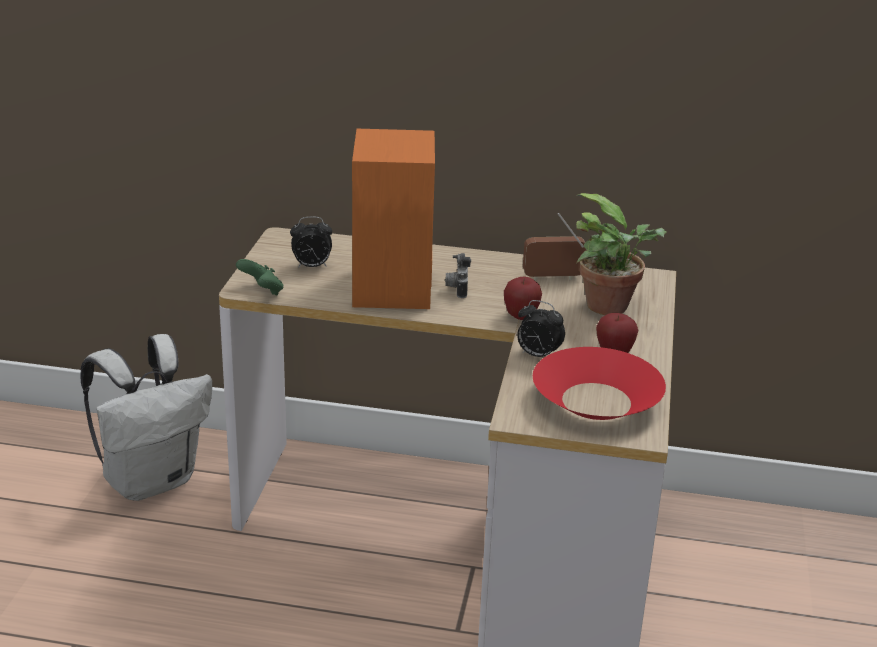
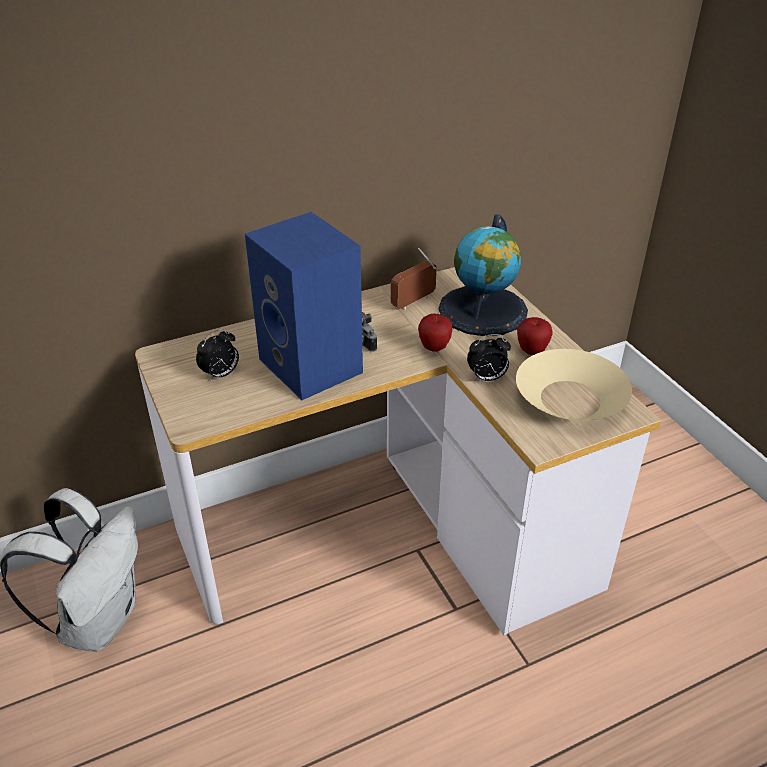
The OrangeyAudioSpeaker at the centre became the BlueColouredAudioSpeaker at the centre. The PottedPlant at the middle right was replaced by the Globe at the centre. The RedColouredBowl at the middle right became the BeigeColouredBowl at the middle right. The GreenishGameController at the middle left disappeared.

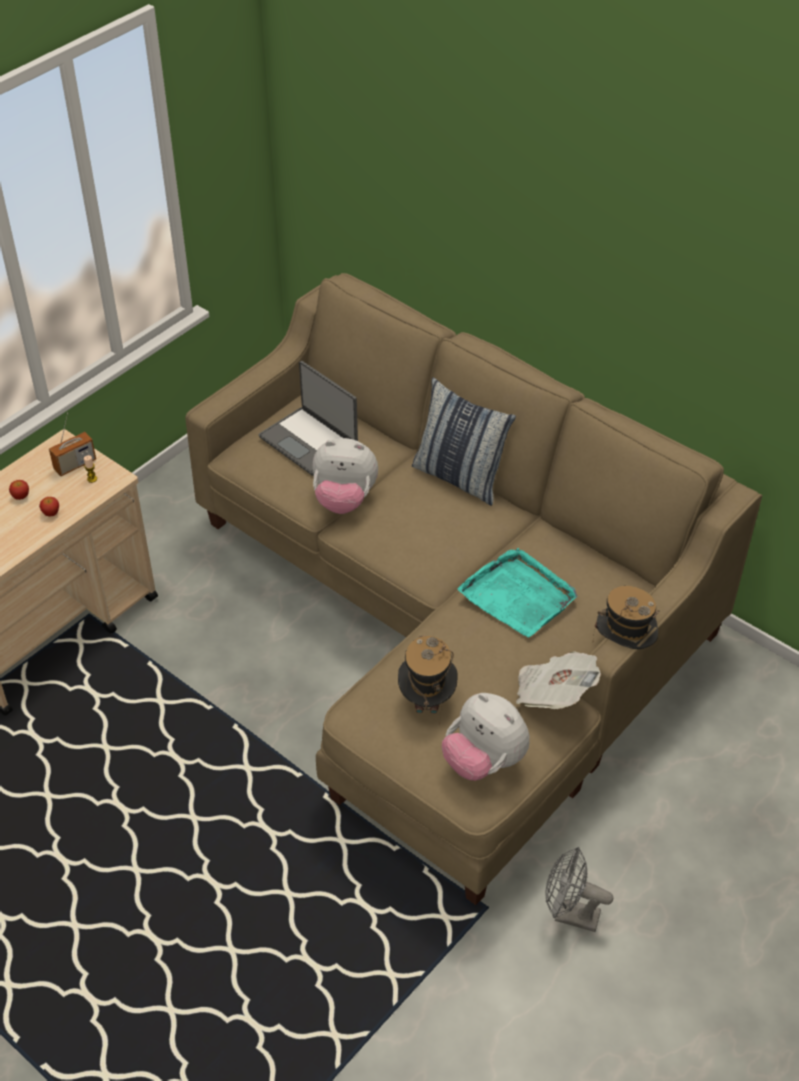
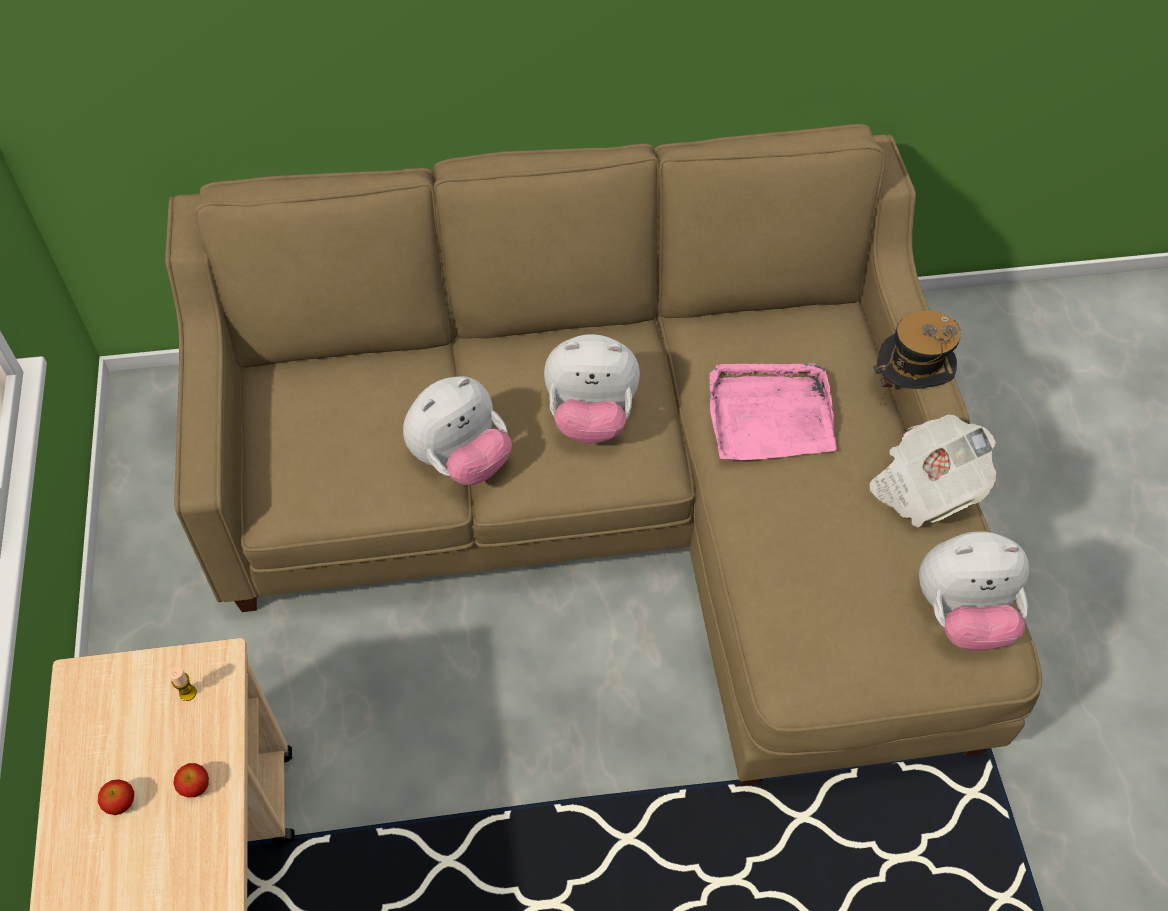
The CuddlyToy (no. 2 from left) at the centre appeared. The BlueGreenCarryingTray at the centre became the PinkCarryingTray at the centre. The RadioReceiver at the middle left disappeared. The Laptop at the centre disappeared. The ClothingHat (no. 1 from left) at the centre disappeared. The Pillow at the centre disappeared. The GreyElectricFan at the bottom right disappeared.

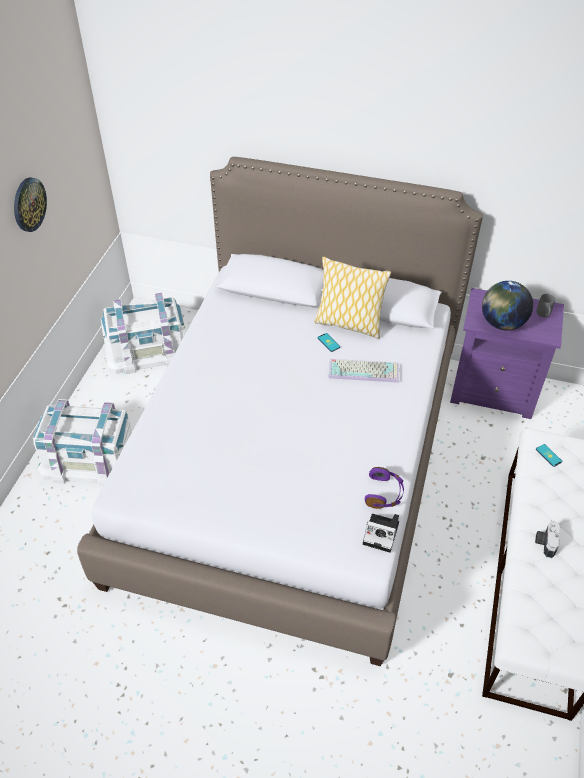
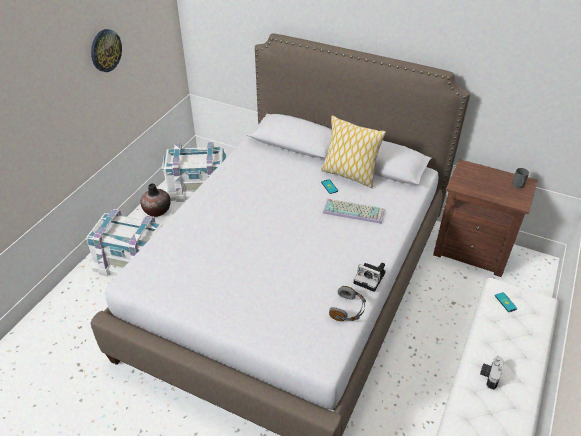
The DecorativeVase at the middle left appeared. The PurpleColouredPairOfHeadphones at the centre became the GreyPairOfHeadphones at the bottom centre. The PhotoCamera (no. 1 from left) moved from the bottom centre to the centre. The PurpleColouredNightstand at the middle right became the BrownNightstand at the middle right. The Globe at the middle right disappeared.

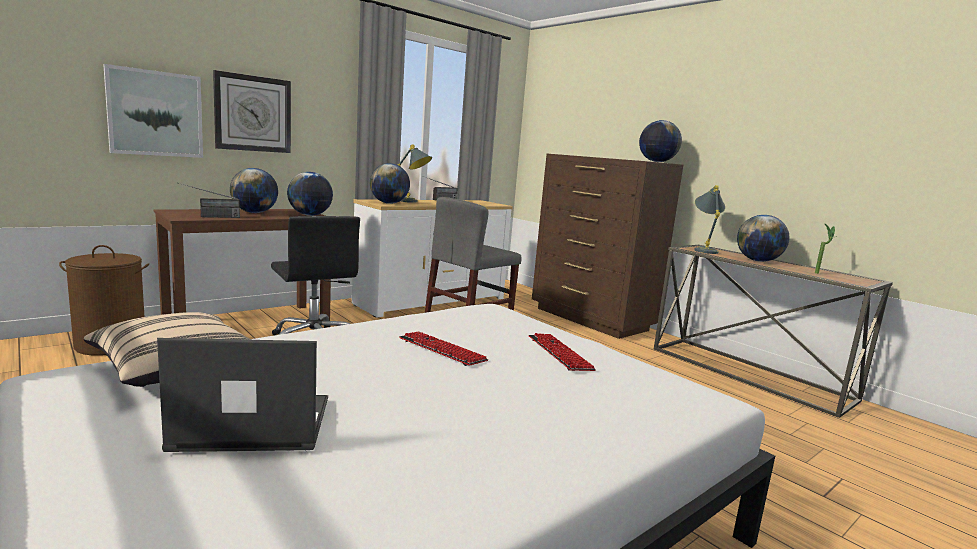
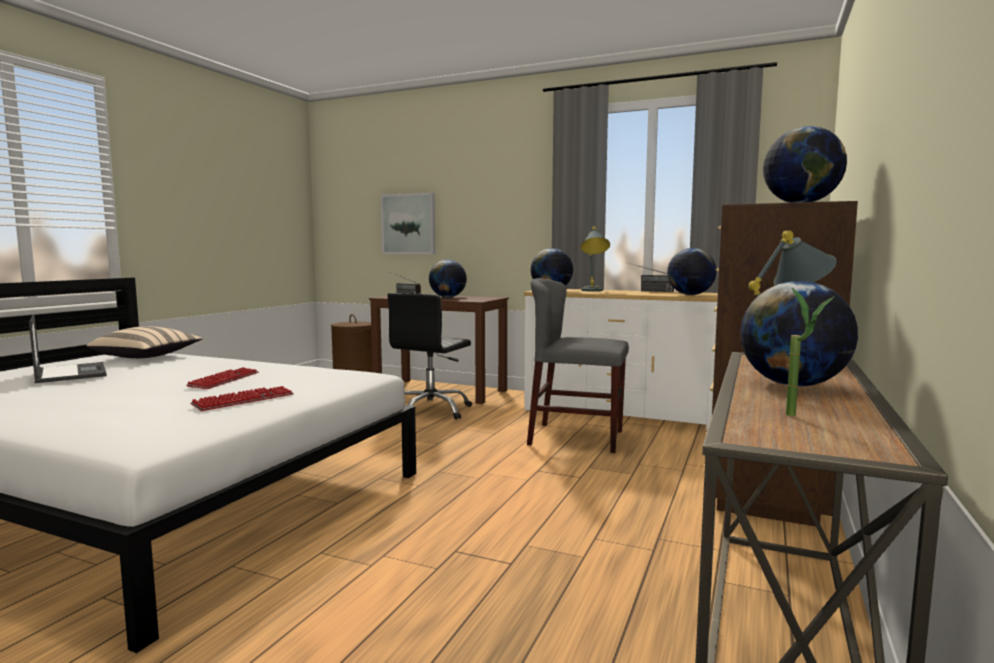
The Globe (no. 2 from left in the first image) moved from the middle left to the middle right. The ClockOnTheWall at the top left disappeared.

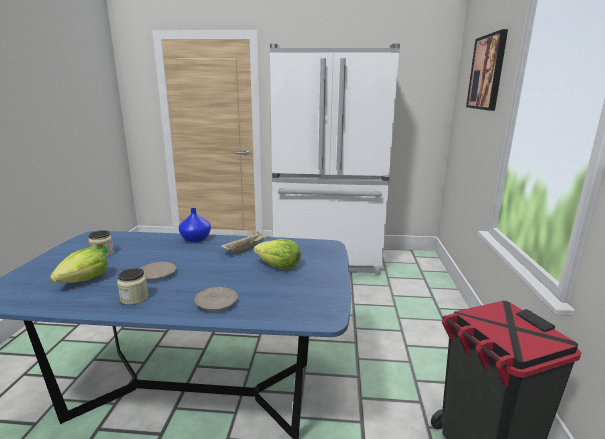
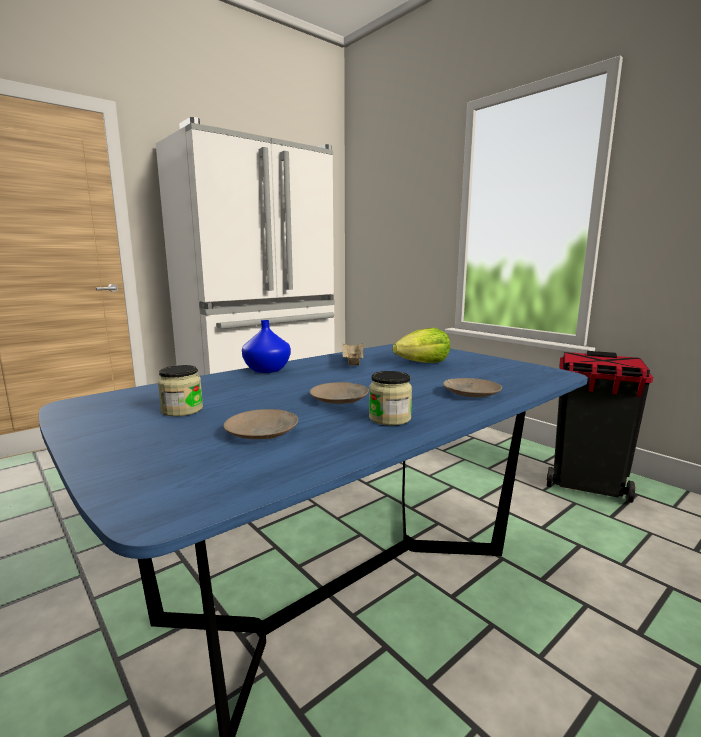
The Lettuce (no. 1 from left) at the middle left was replaced by the BeigeColouredDinnerPlate (no. 1 from left) at the centre. The WallPicture at the top right disappeared.

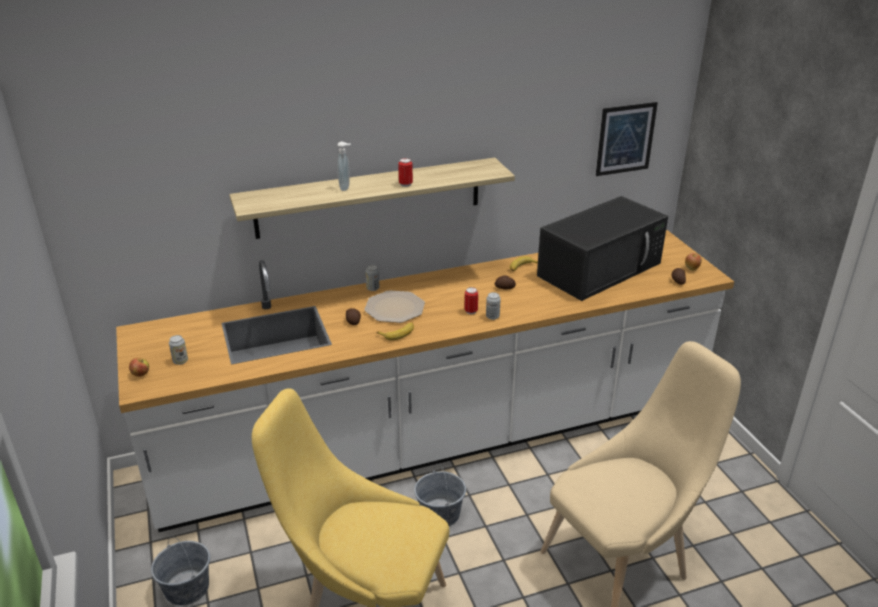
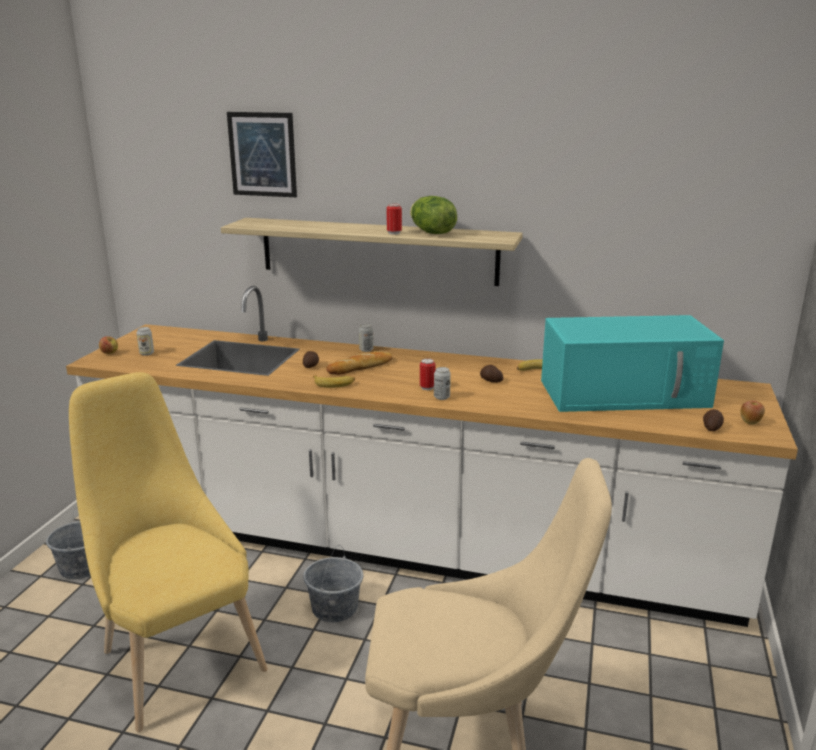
The WallPicture moved from the top right to the top left. The DinnerPlate at the centre was replaced by the BakeryBread at the centre. The Lettuce at the top centre appeared. The BlackColouredKitchenMicrowave at the middle right became the BlueGreenKitchenMicrowave at the middle right. The SoapBottle at the top centre disappeared.

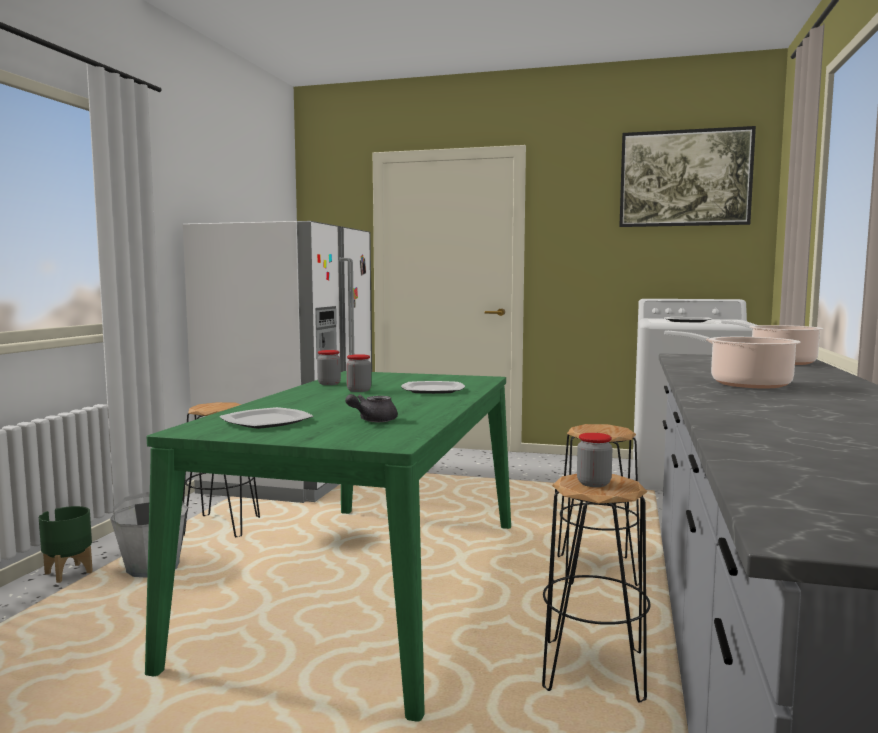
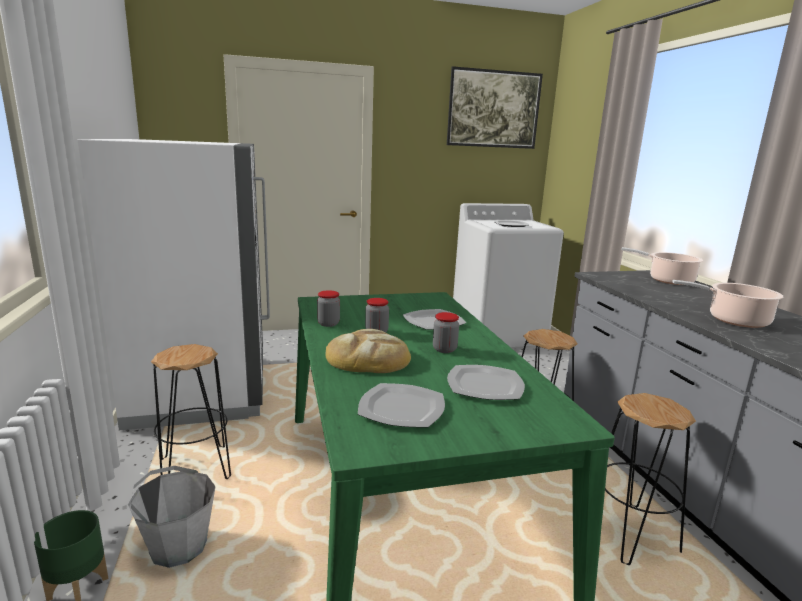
The BakeryBread at the centre appeared. The PreserveJar (no. 3 from left) moved from the middle right to the centre. The GreyTeaPot at the centre was replaced by the DinnerPlate (no. 3 from left) at the centre.

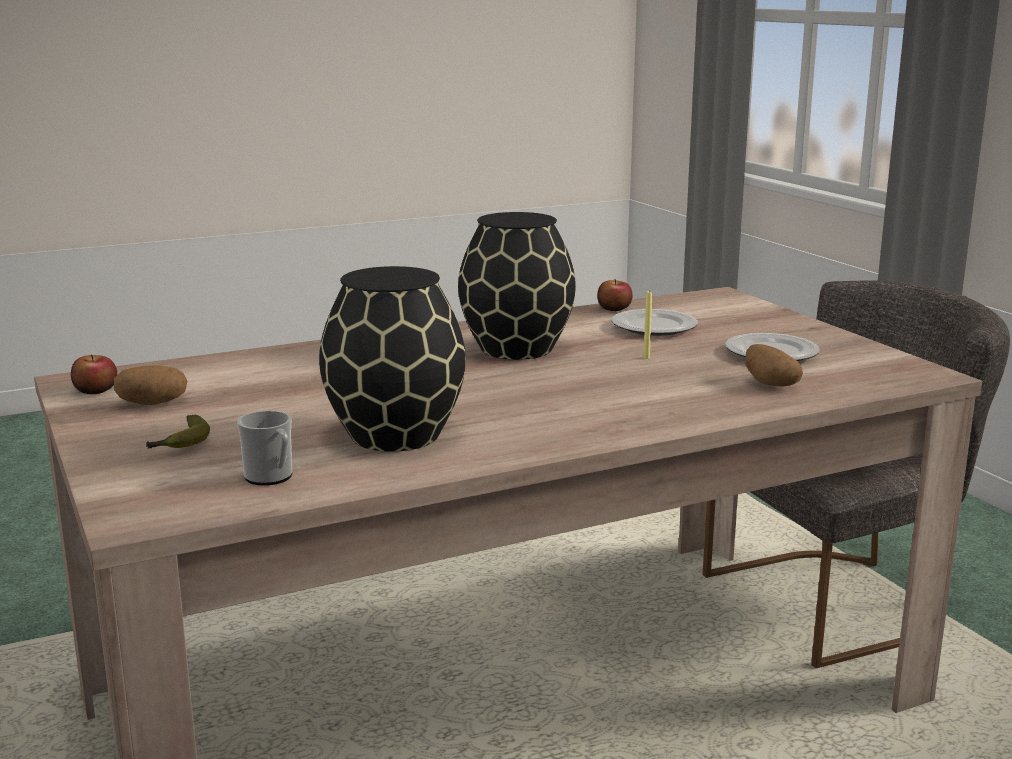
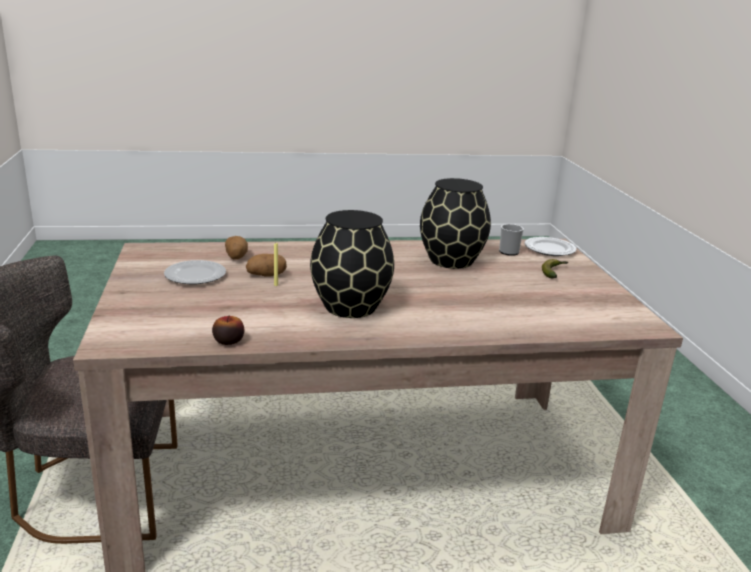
The Potato (no. 1 from left in the first image) moved from the middle left to the centre. The DinnerPlate (no. 1 from left in the first image) moved from the centre to the middle right. The Apple (no. 1 from left) at the middle left disappeared.

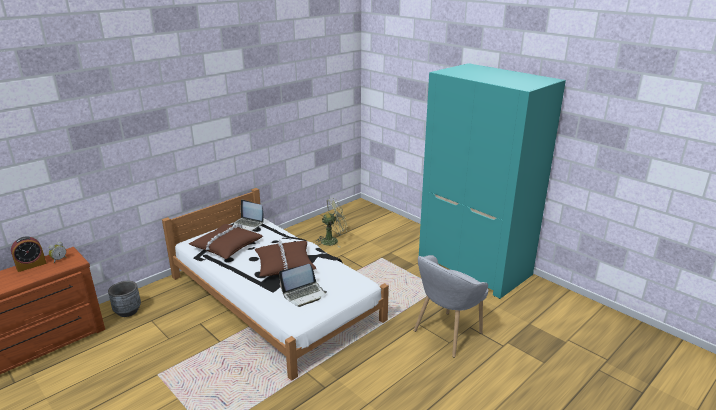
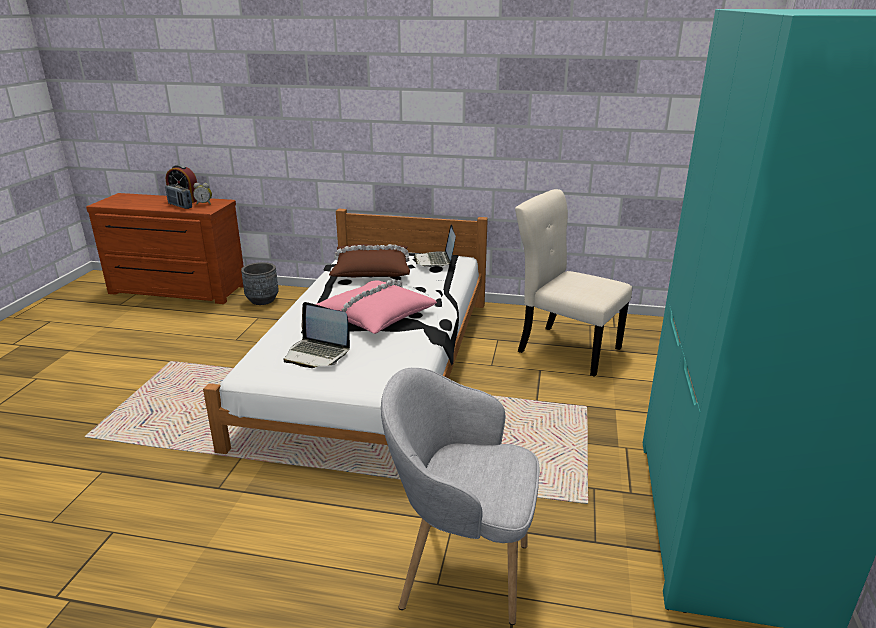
The RadioReceiver at the top left appeared. The BrownPillow (no. 2 from left) at the centre became the PinkPillow at the centre. The GreenishElectricFan at the centre was replaced by the BeigeColouredPlainChair at the centre.

